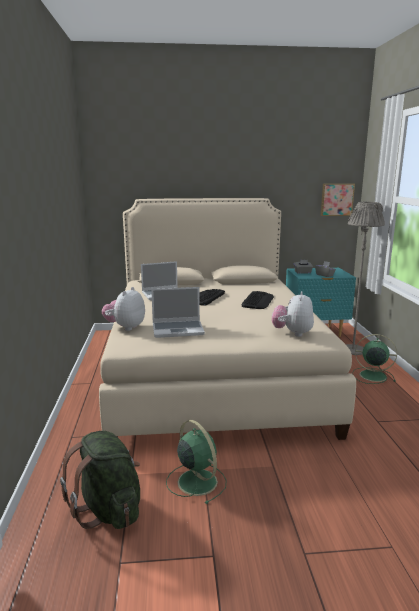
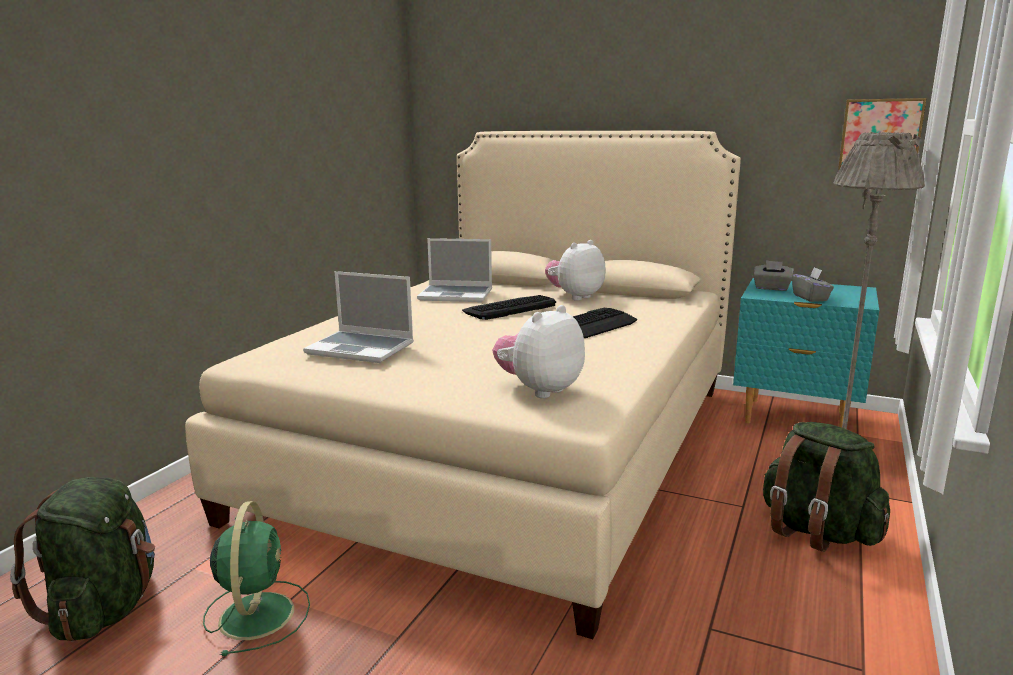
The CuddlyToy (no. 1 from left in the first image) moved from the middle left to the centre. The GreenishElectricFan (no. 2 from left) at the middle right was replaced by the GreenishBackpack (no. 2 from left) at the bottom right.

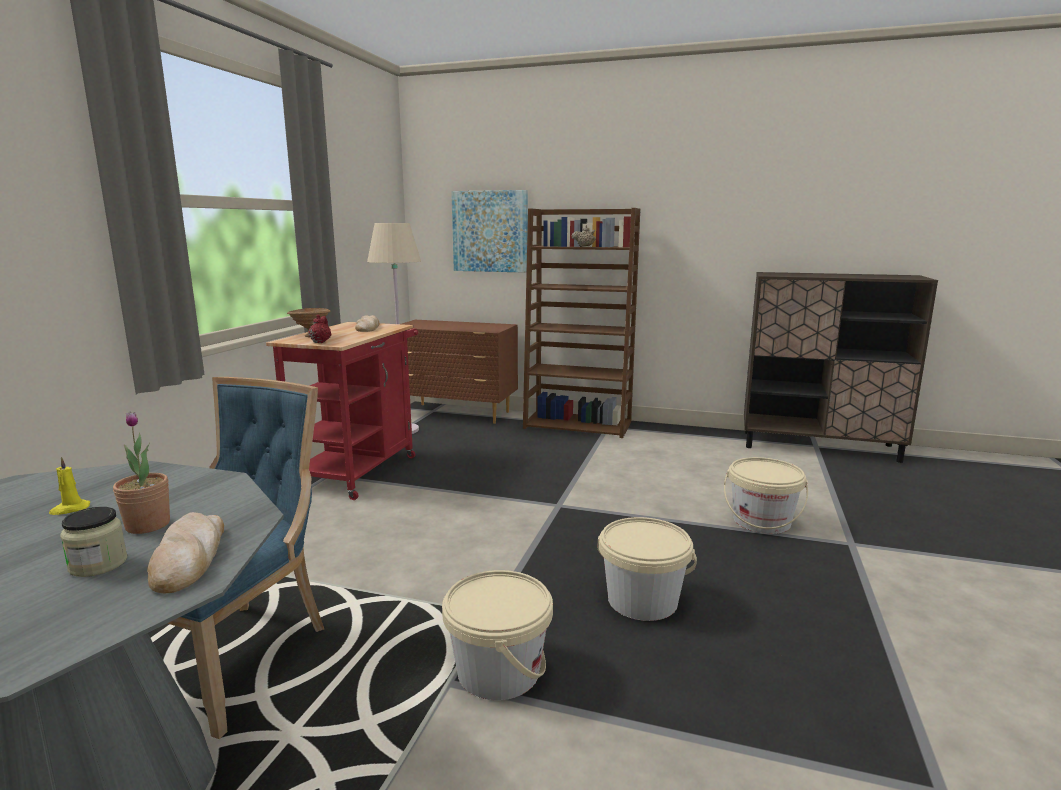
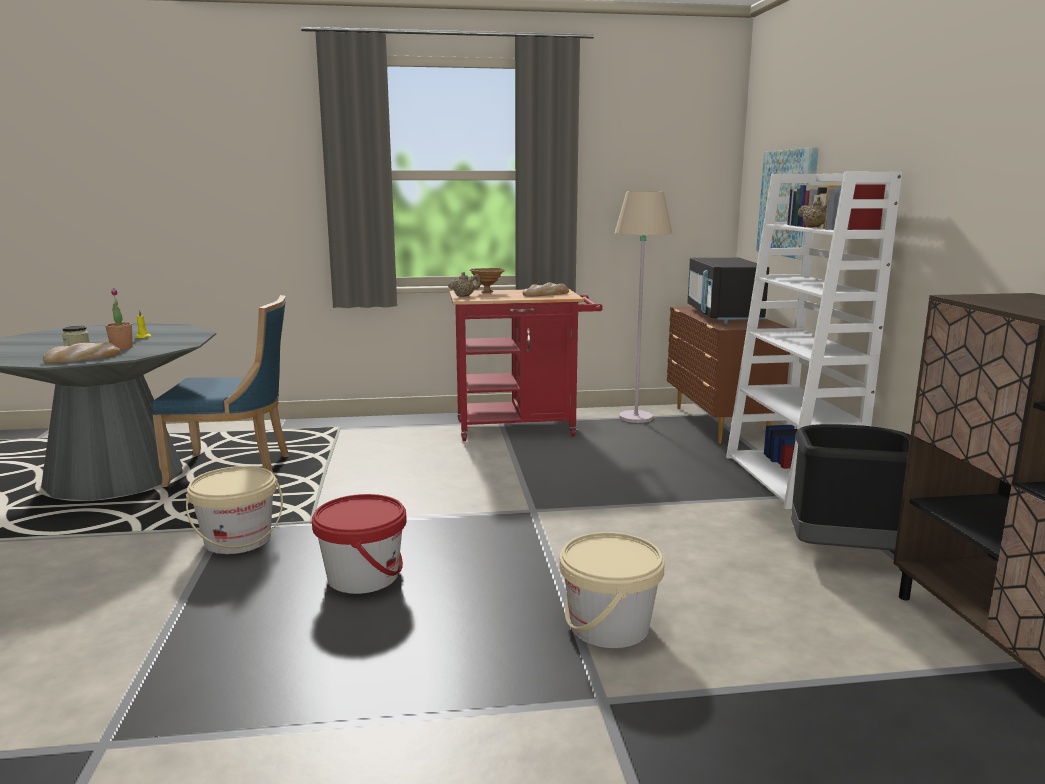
The BeigeColouredPail (no. 2 from left) at the bottom centre became the RedColouredPail at the bottom centre. The RedColouredTeaPot at the middle left became the BeigeColouredTeaPot (no. 1 from left) at the centre. The BlackColouredKitchenMicrowave at the middle right appeared. The BrownBookshelf at the centre became the WhitishBookshelf at the middle right. The BlackColouredTrashCan at the middle right appeared.

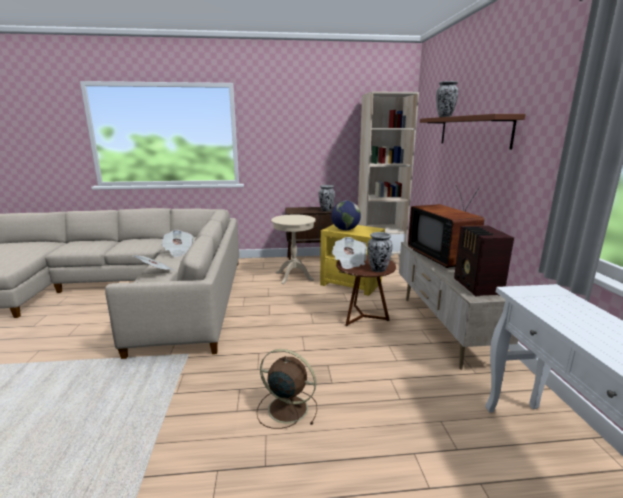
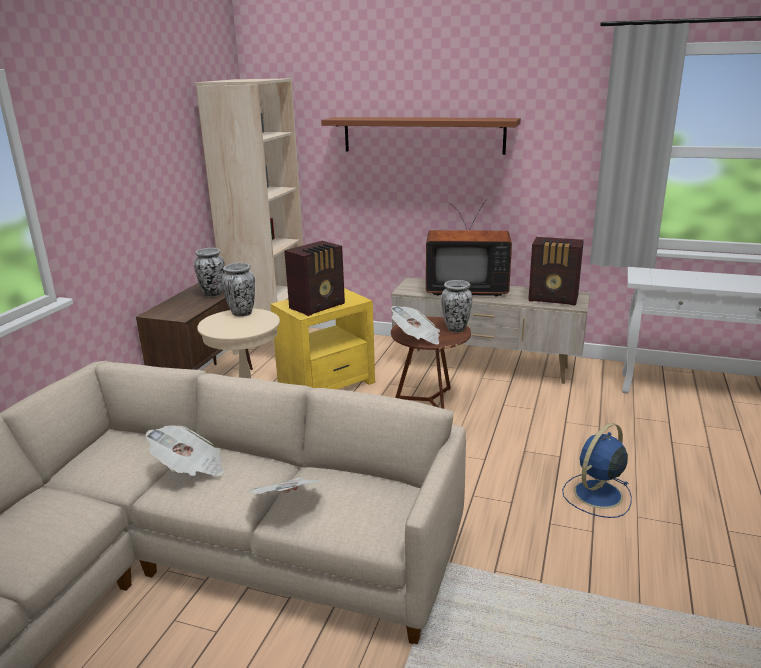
The DecorativeVase (no. 3 from left in the first image) moved from the top right to the middle left. The Globe at the centre was replaced by the RadioReceiver (no. 1 from left) at the centre. The BrownElectricFan at the bottom centre became the BlueColouredElectricFan at the bottom right.

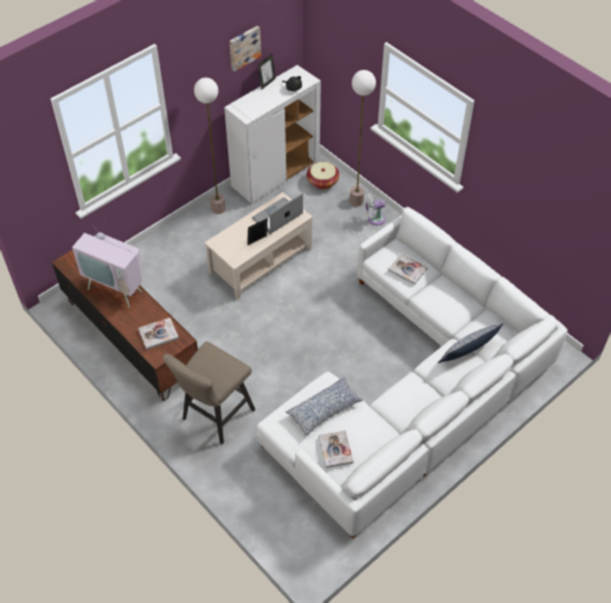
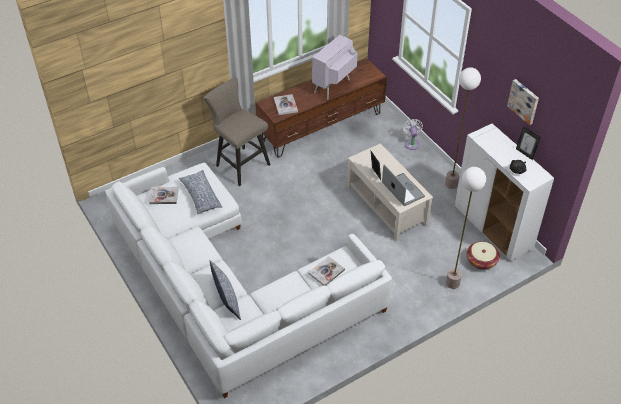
The WhitishElectricFan moved from the centre to the top centre.

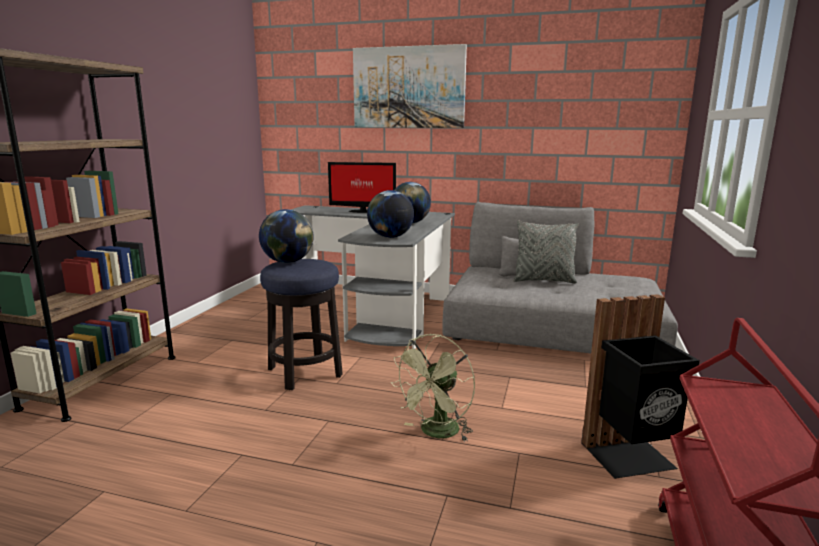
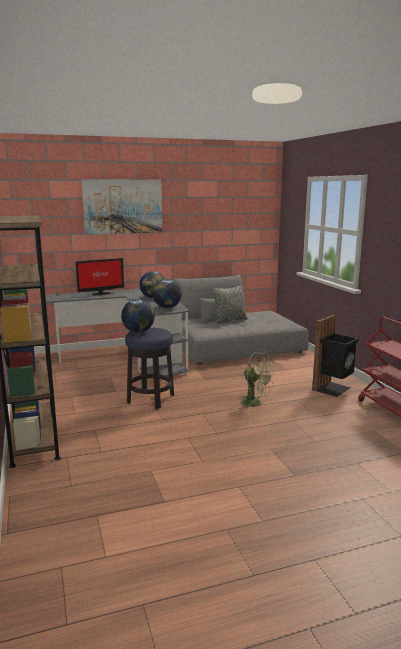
The GreenishElectricFan at the bottom centre turned 60 degrees counterclockwise.

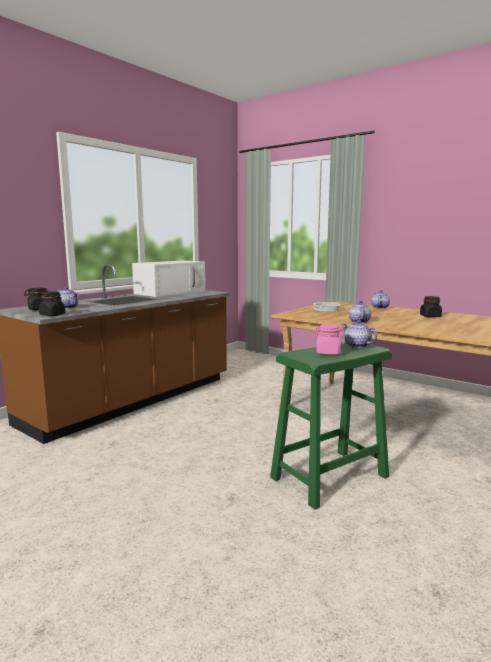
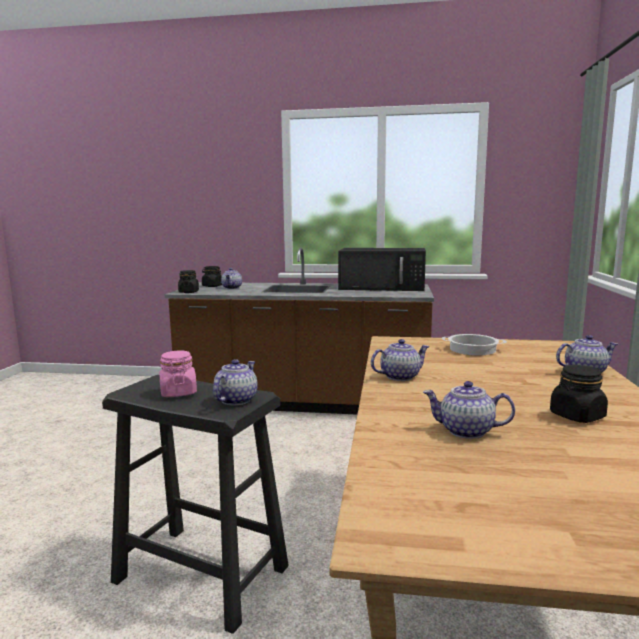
The GreenishSittingStool at the middle right became the BlackColouredSittingStool at the bottom left. The WhitishKitchenMicrowave at the centre became the BlackColouredKitchenMicrowave at the centre. The TeaPot (no. 4 from left) at the middle right appeared.

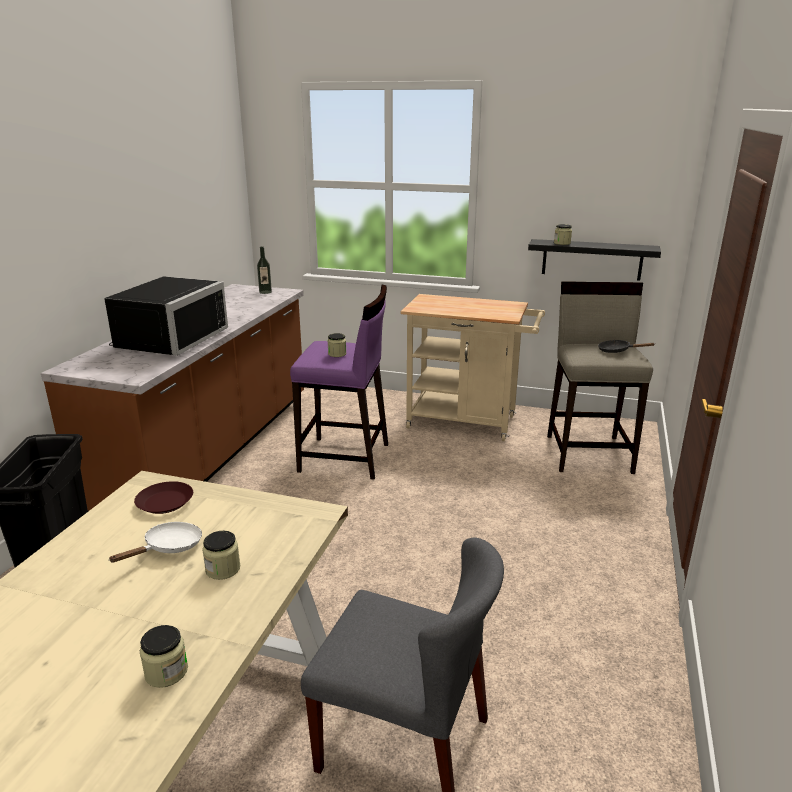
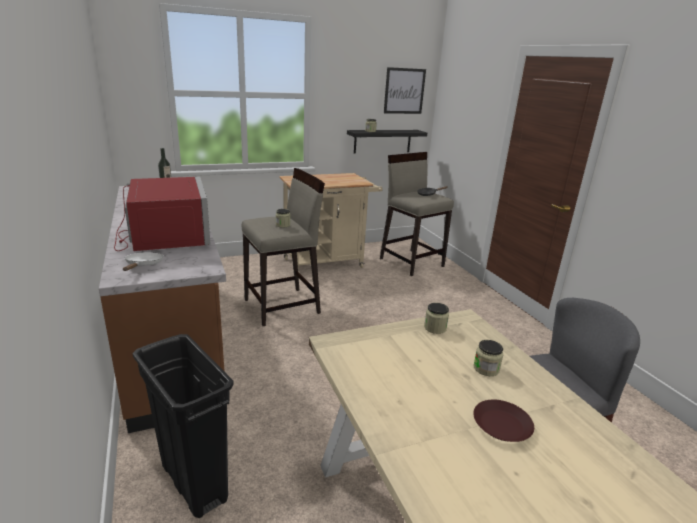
The BlackColouredKitchenMicrowave at the middle left became the RedColouredKitchenMicrowave at the middle left. The WhitishPan moved from the bottom left to the middle left. The PurpleColouredSittingStool at the centre became the BeigeColouredSittingStool (no. 1 from left) at the centre. The WallPicture at the top centre appeared. The PreserveJar (no. 1 from left in the first image) moved from the bottom left to the centre. The BrownDinnerPlate moved from the middle left to the bottom right.

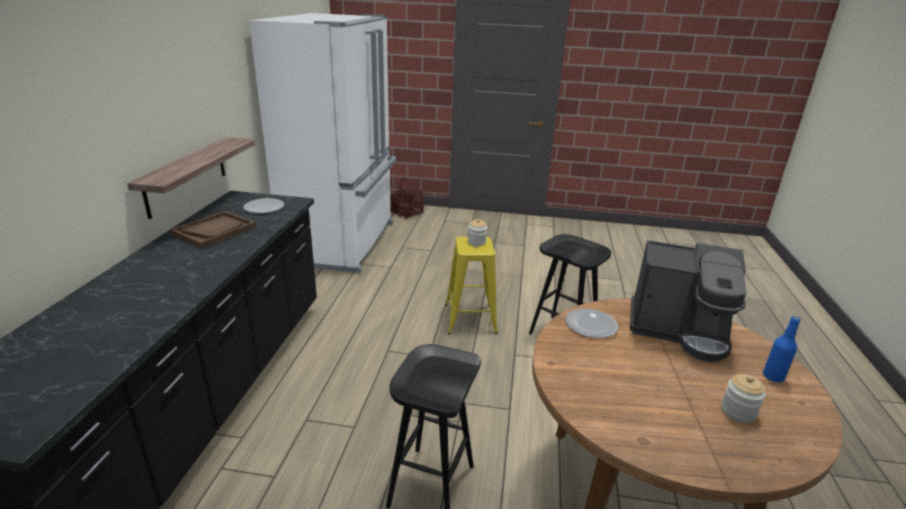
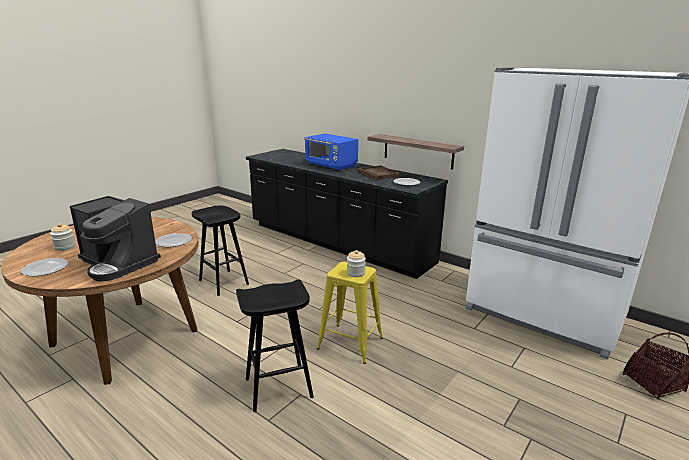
The BlueColouredBottle at the bottom right was replaced by the DinnerPlate (no. 1 from left) at the middle left. The CoffeeMaker at the middle right turned 105 degrees counterclockwise. The BlueColouredKitchenMicrowave at the top centre appeared.

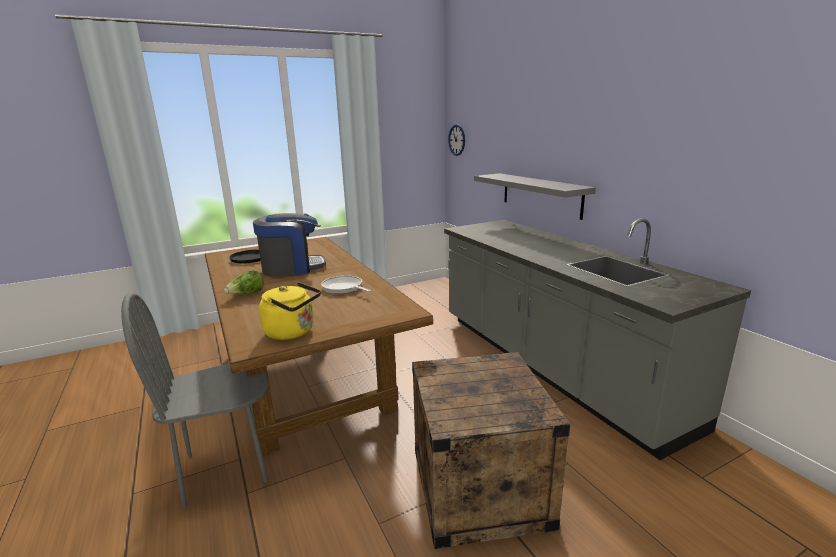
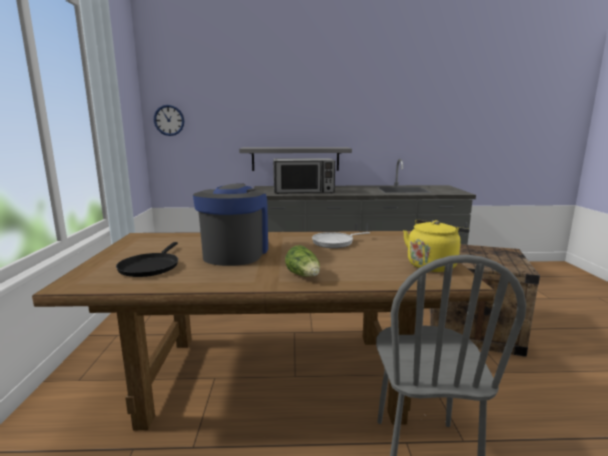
The KitchenMicrowave at the centre appeared.

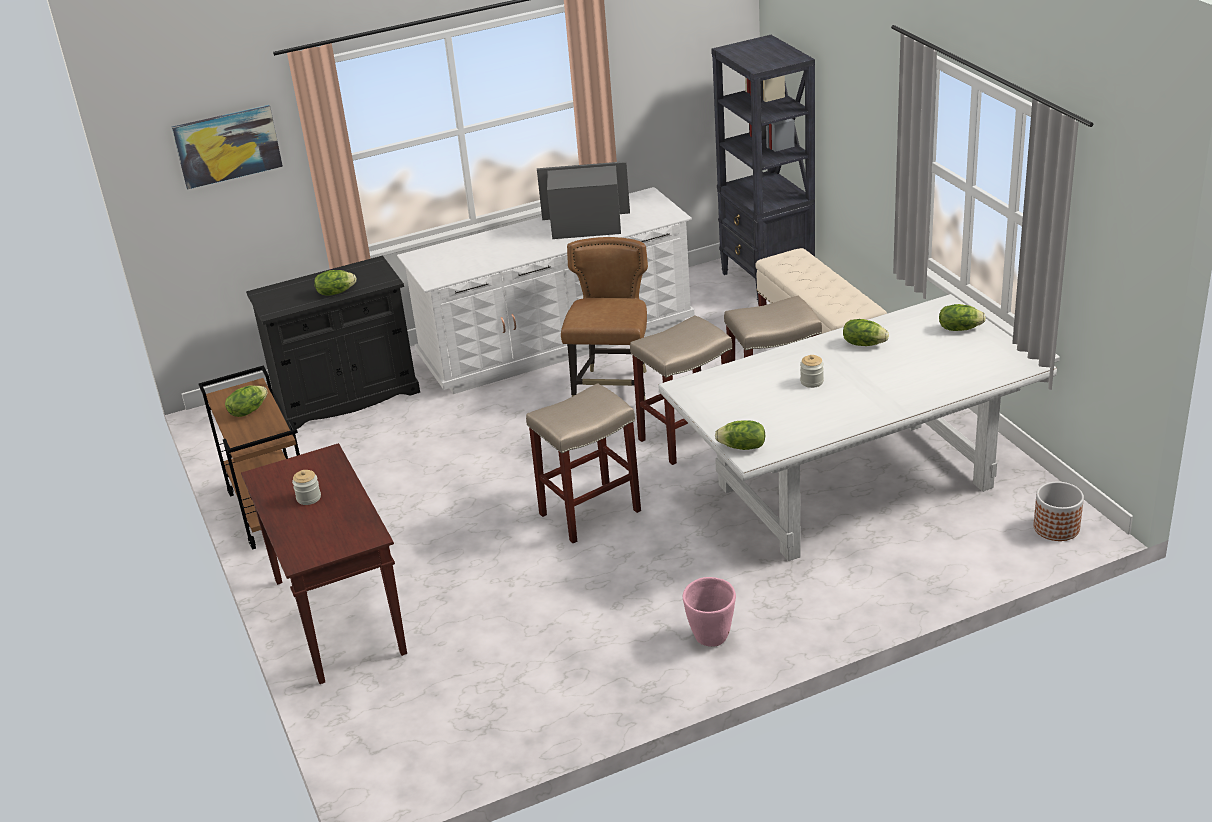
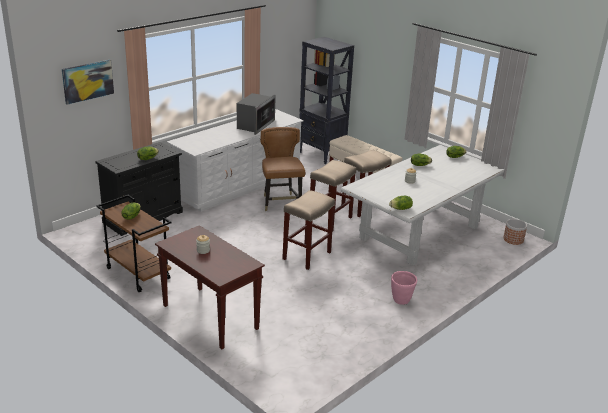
The KitchenMicrowave at the top centre turned 135 degrees clockwise.

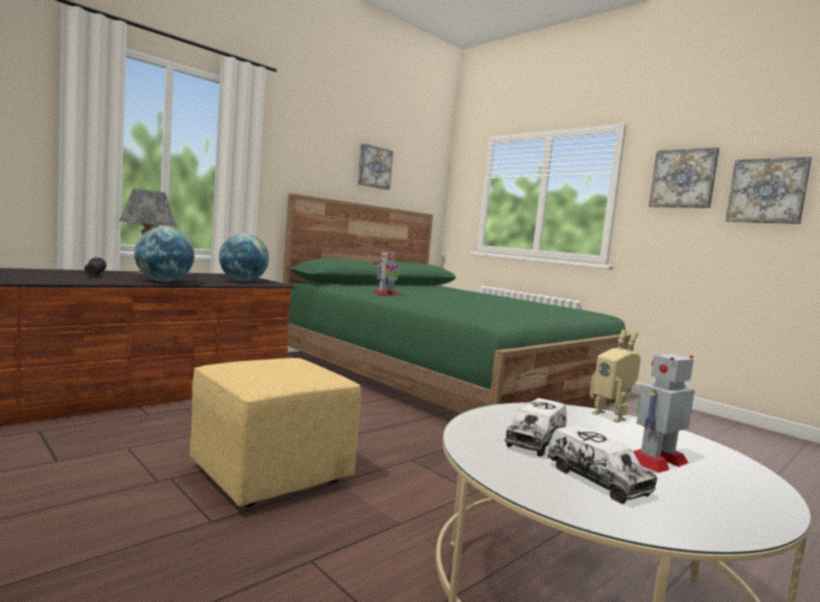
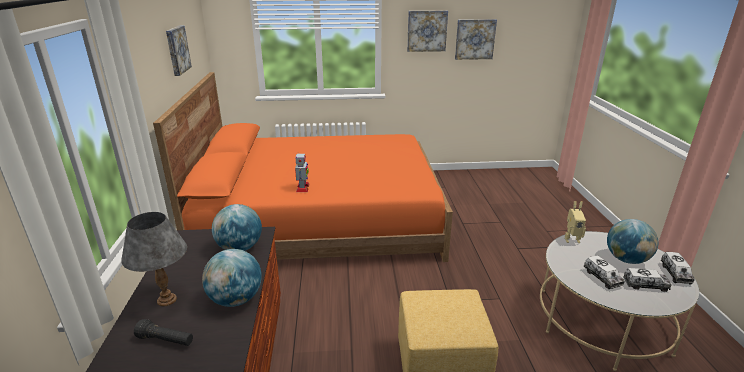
The GreenishBedroomBed at the centre became the OrangeyBedroomBed at the centre. The ModelRobot (no. 3 from left) at the bottom right was replaced by the Globe (no. 3 from left) at the middle right. The ToyLorry (no. 3 from left) at the bottom right appeared.

